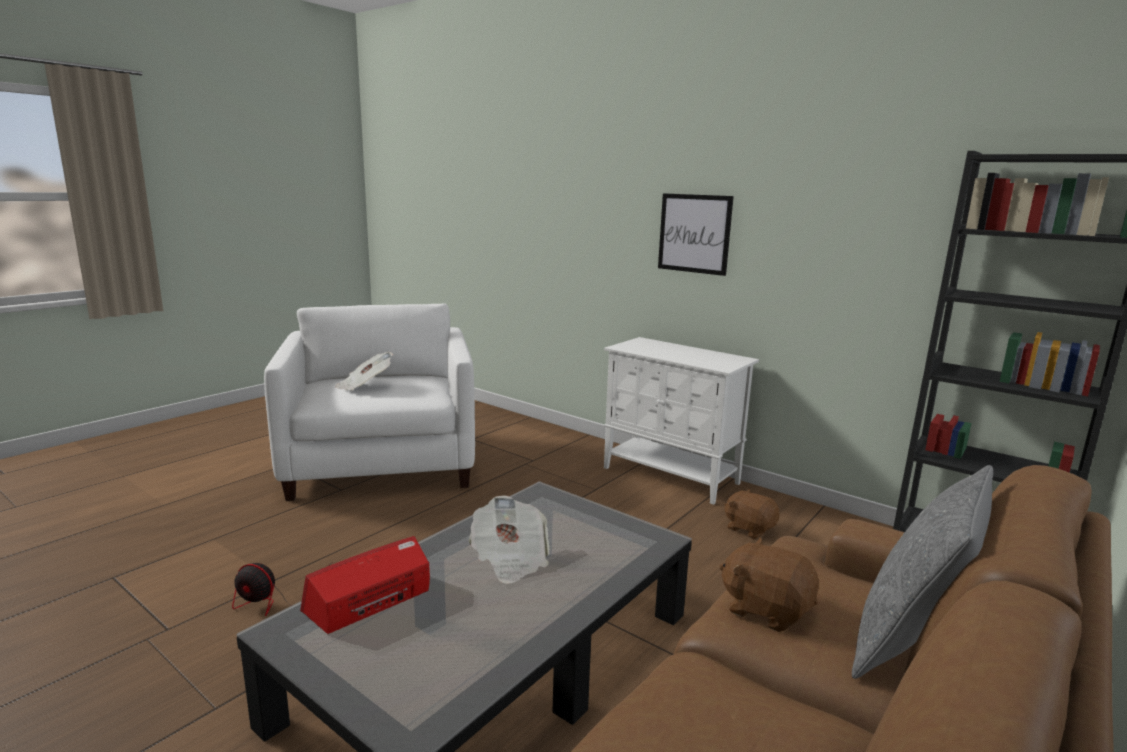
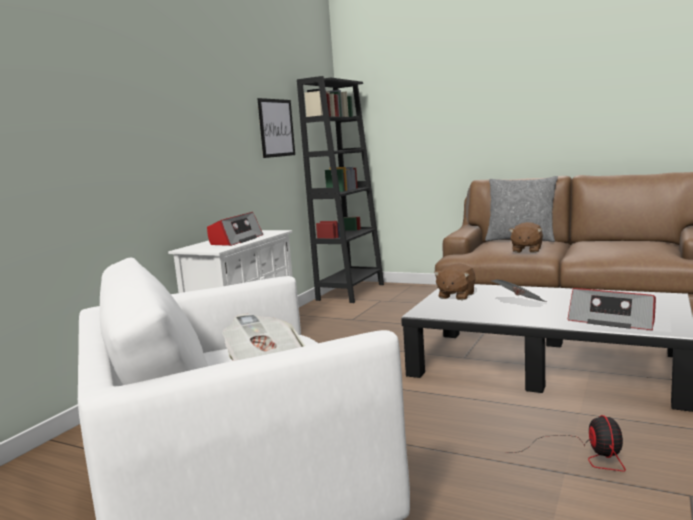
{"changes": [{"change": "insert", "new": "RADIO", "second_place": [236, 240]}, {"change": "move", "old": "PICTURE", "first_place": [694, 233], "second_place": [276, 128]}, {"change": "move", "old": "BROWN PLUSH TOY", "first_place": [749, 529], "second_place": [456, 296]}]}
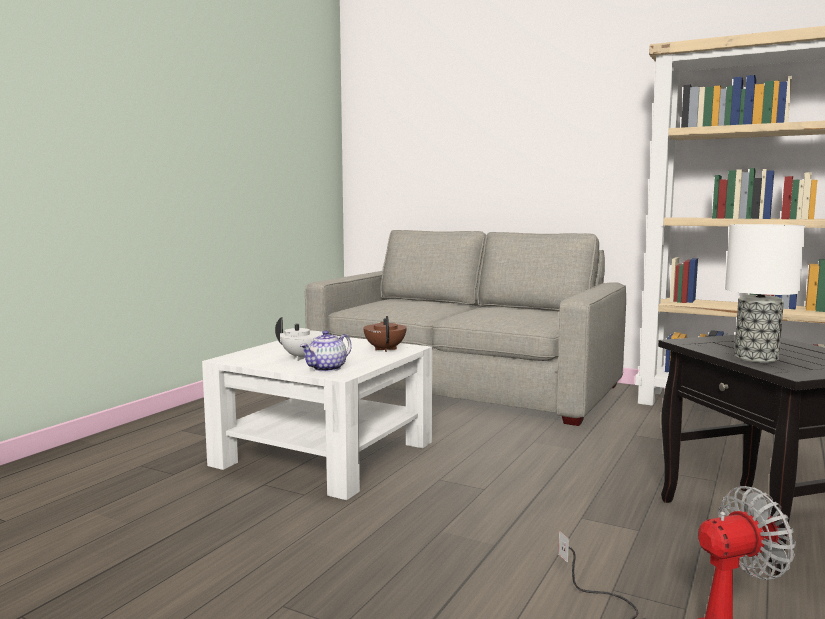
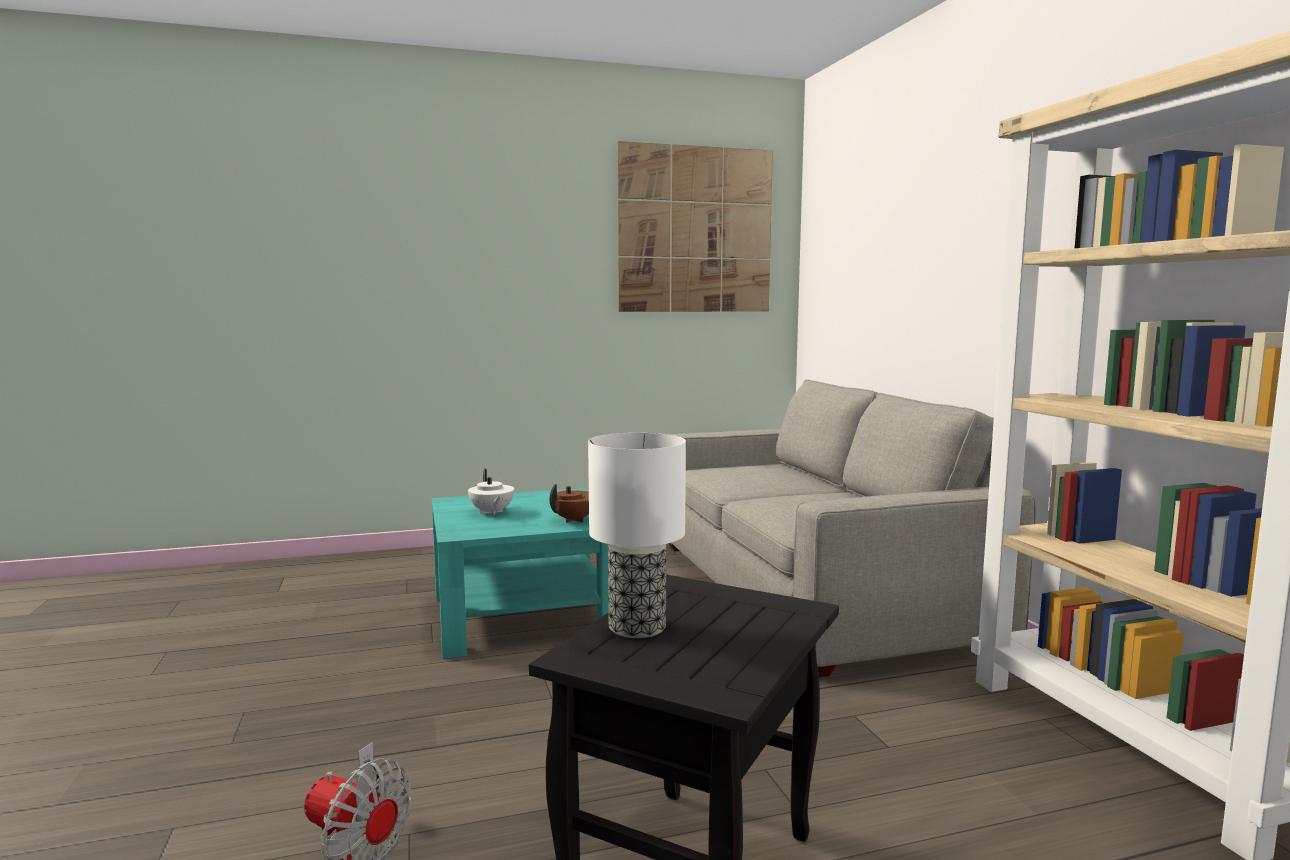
{"changes": [{"change": "recolor", "old": "WHITE COFFEE TABLE", "new": "TURQUOISE COFFEE TABLE", "first_place": [324, 453], "second_place": [523, 614]}, {"change": "insert", "new": "PICTURE", "second_place": [695, 230]}, {"change": "delete", "old": "TEAPOT", "first_place": [327, 368]}]}
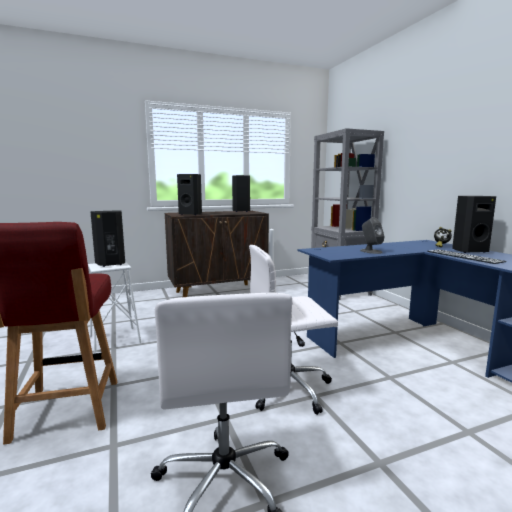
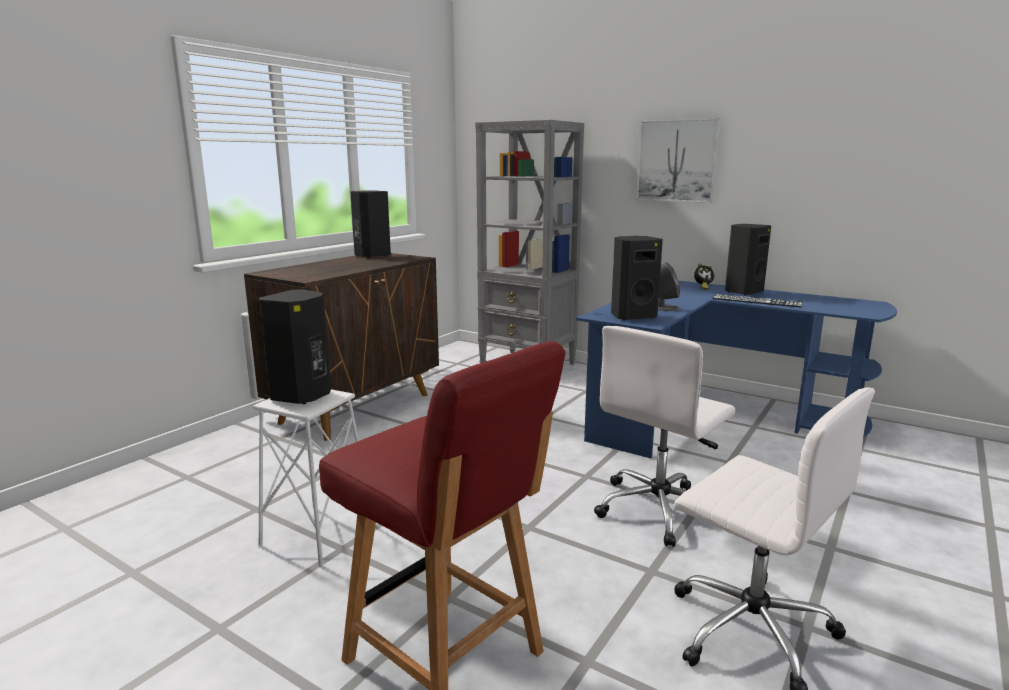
{"changes": [{"change": "move", "old": "BLACK SPEAKER", "first_place": [191, 214], "second_place": [632, 316]}, {"change": "insert", "new": "PICTURE", "second_place": [677, 160]}]}
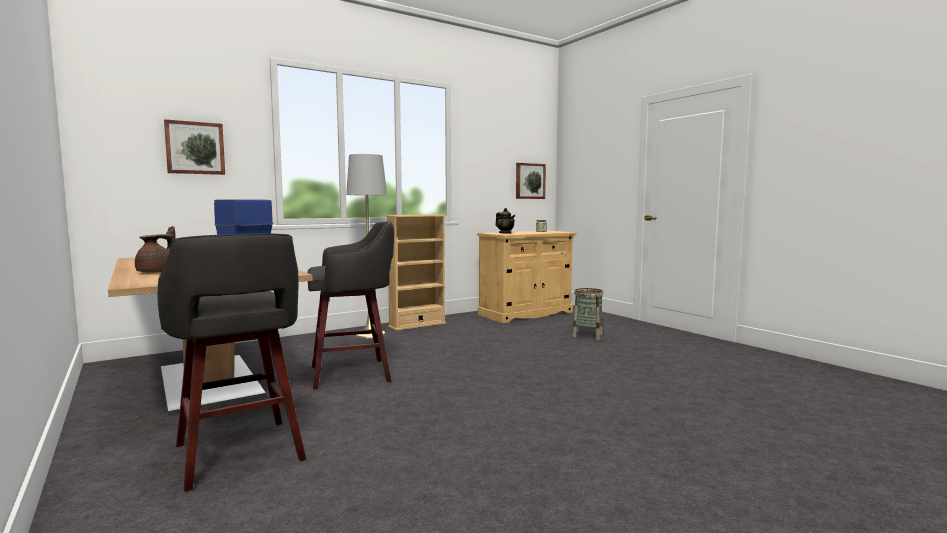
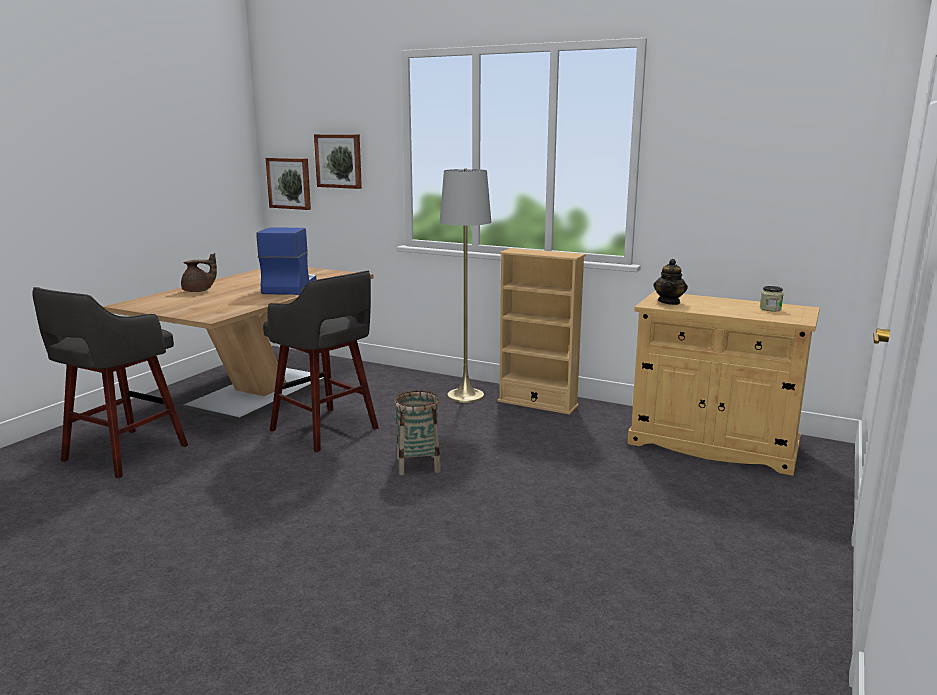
{"changes": [{"change": "move", "old": "PICTURE", "first_place": [530, 181], "second_place": [289, 183]}, {"change": "move", "old": "BASKET", "first_place": [587, 336], "second_place": [418, 465]}]}
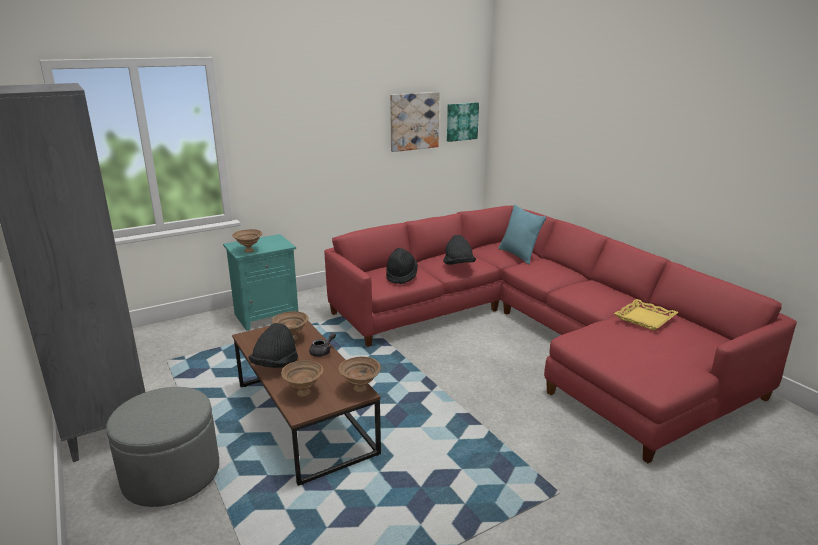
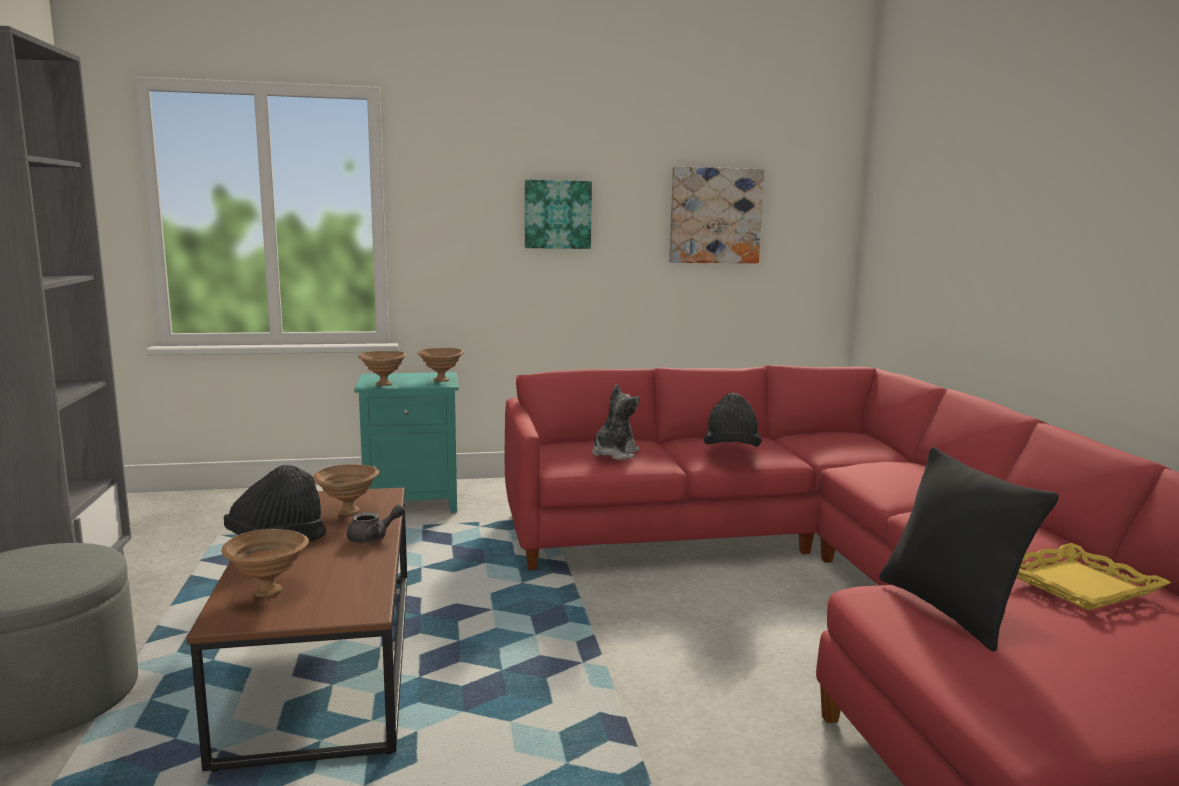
{"changes": [{"change": "move", "old": "BROWN BOWL", "first_place": [361, 389], "second_place": [441, 380]}, {"change": "move", "old": "PICTURE", "first_place": [461, 121], "second_place": [557, 214]}, {"change": "replace", "old": "BLACK HAT", "new": "PLUSH TOY", "first_place": [401, 276], "second_place": [614, 454]}, {"change": "insert", "new": "BLACK PILLOW", "second_place": [949, 610]}, {"change": "delete", "old": "TURQUOISE PILLOW", "first_place": [518, 255]}]}
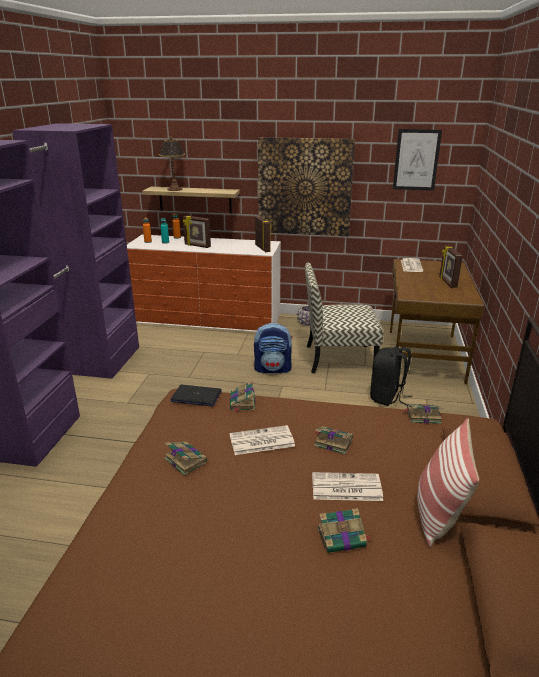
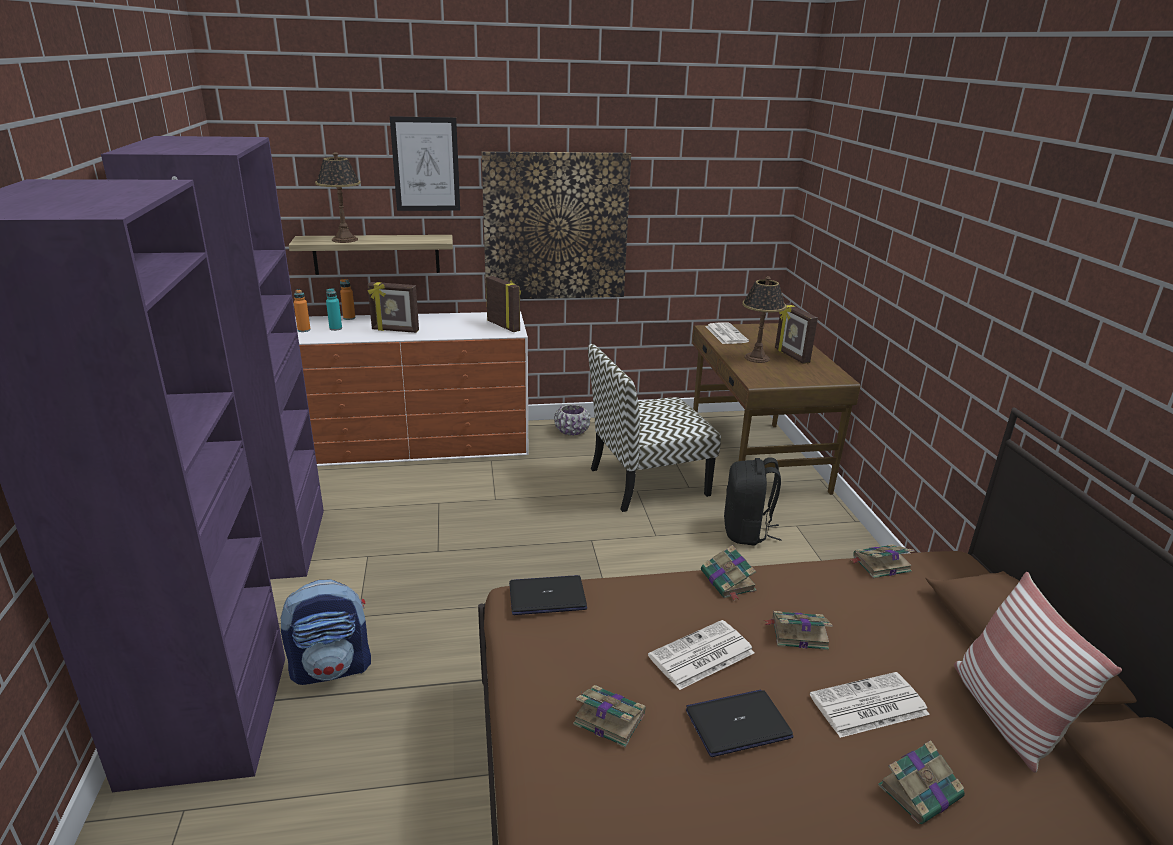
{"changes": [{"change": "move", "old": "BACKPACK", "first_place": [273, 369], "second_place": [332, 668]}, {"change": "move", "old": "PICTURE", "first_place": [416, 160], "second_place": [426, 164]}, {"change": "insert", "new": "LAPTOP", "second_place": [738, 724]}, {"change": "move", "old": "BOOK", "first_place": [242, 402], "second_place": [728, 582]}, {"change": "insert", "new": "TABLE LAMP", "second_place": [756, 358]}]}
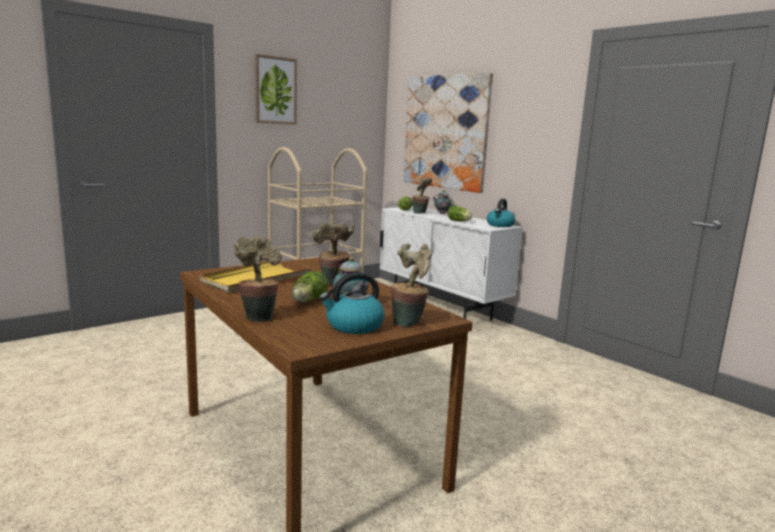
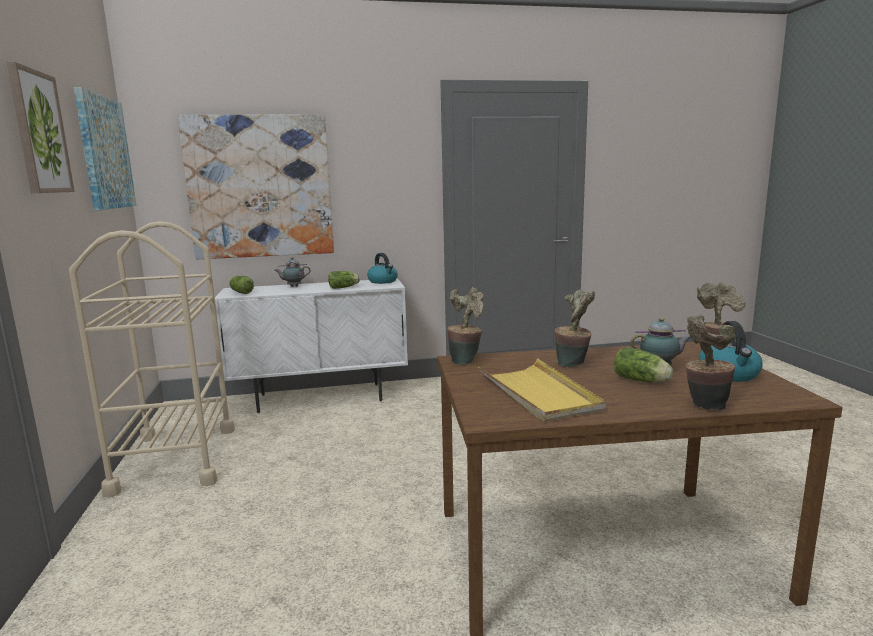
{"changes": [{"change": "insert", "new": "PICTURE", "second_place": [104, 153]}, {"change": "move", "old": "POTTED PLANT", "first_place": [420, 213], "second_place": [466, 360]}]}
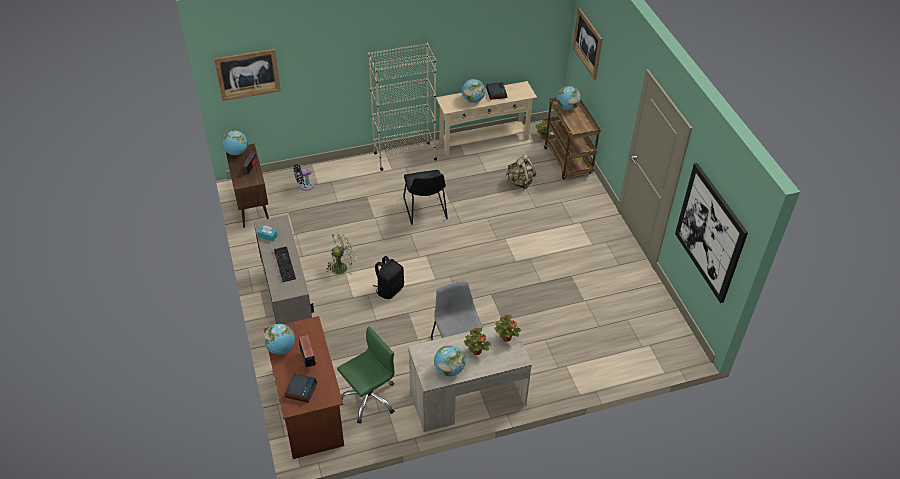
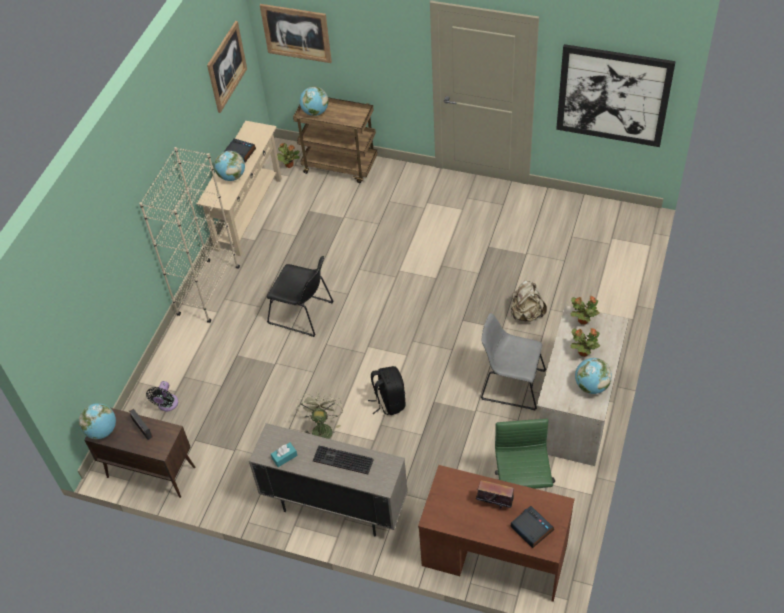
{"changes": [{"change": "move", "old": "PICTURE", "first_place": [248, 74], "second_place": [226, 66]}, {"change": "move", "old": "BEIGE BACKPACK", "first_place": [520, 182], "second_place": [526, 314]}, {"change": "delete", "old": "GLOBE", "first_place": [281, 348]}]}
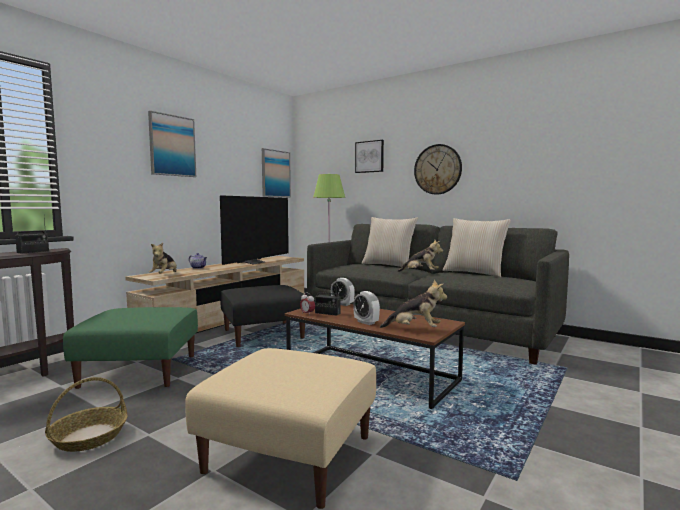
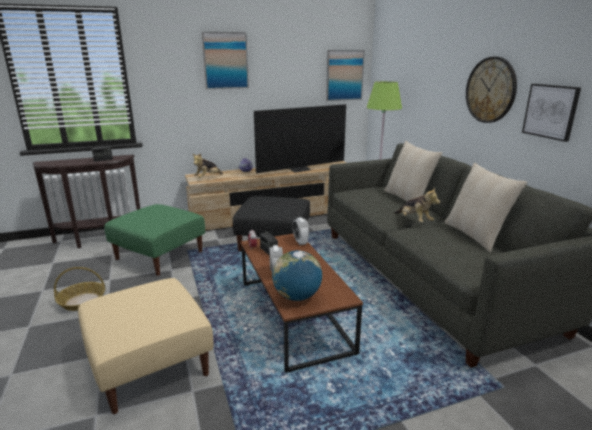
{"changes": [{"change": "replace", "old": "PLUSH TOY", "new": "GLOBE", "first_place": [414, 329], "second_place": [297, 297]}, {"change": "move", "old": "PICTURE", "first_place": [369, 156], "second_place": [551, 111]}]}
